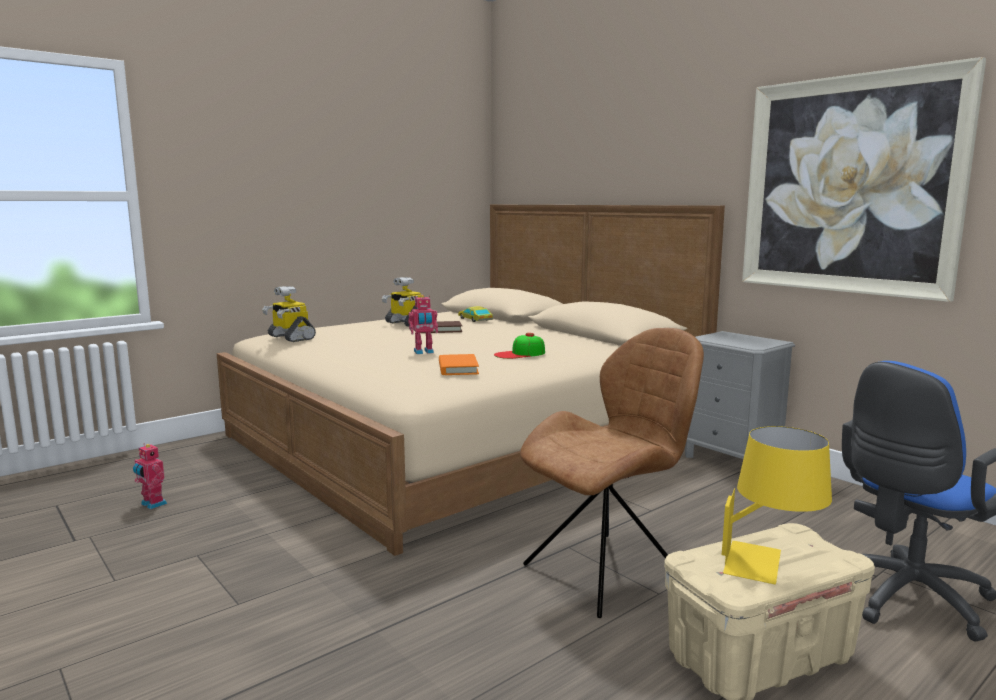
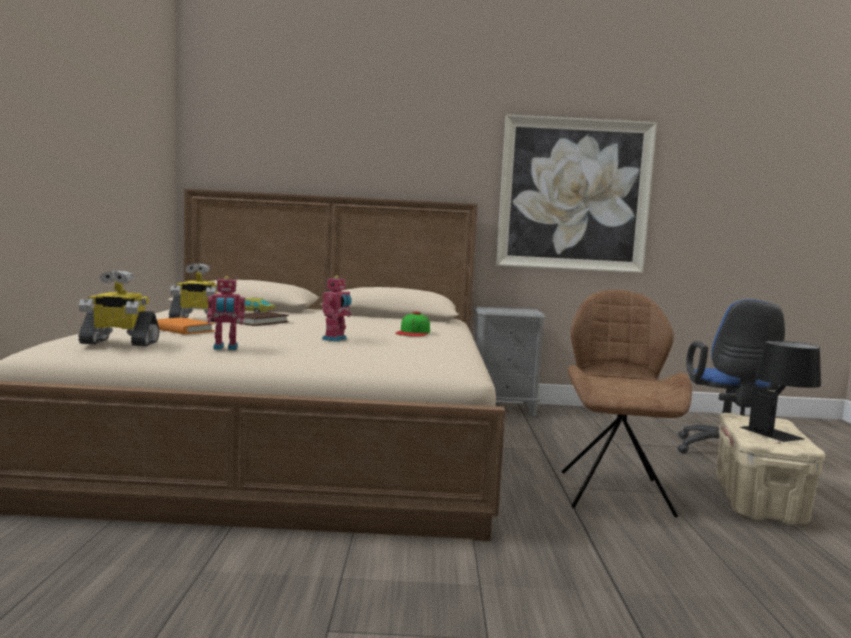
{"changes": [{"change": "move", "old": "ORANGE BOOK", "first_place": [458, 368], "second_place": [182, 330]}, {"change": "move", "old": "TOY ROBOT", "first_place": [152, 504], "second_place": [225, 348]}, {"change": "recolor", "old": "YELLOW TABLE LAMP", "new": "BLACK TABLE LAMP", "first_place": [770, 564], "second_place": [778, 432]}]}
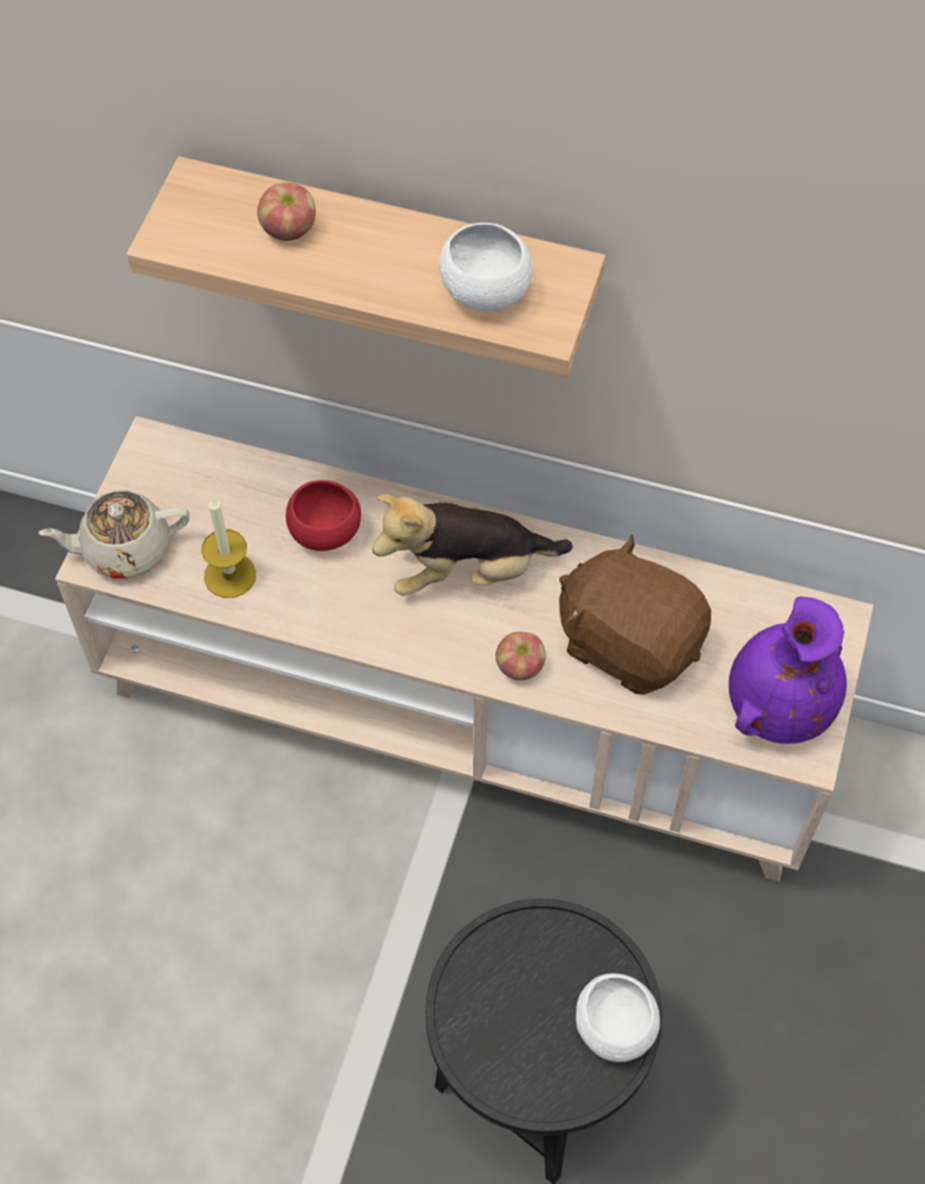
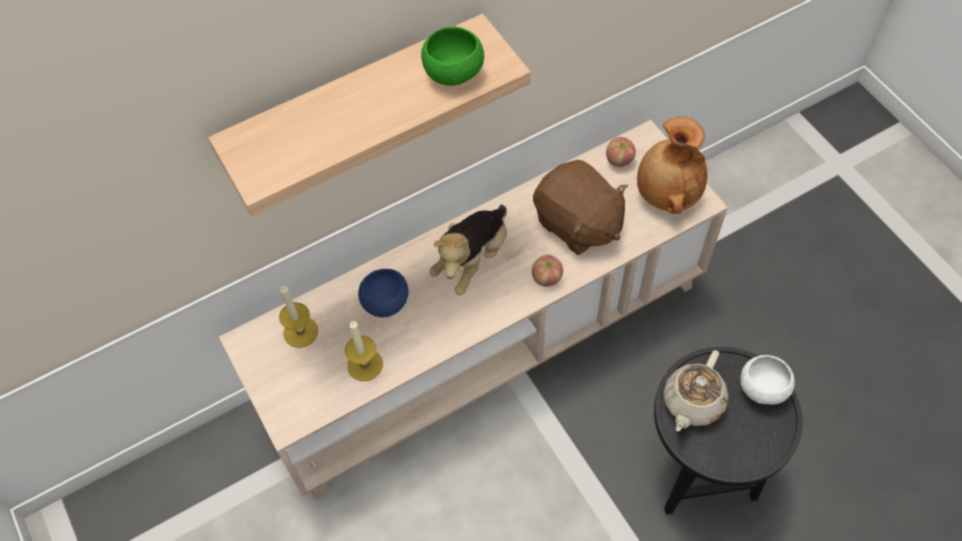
{"changes": [{"change": "insert", "new": "CANDLE", "second_place": [300, 332]}, {"change": "recolor", "old": "RED BOWL", "new": "BLUE BOWL", "first_place": [325, 533], "second_place": [386, 303]}, {"change": "recolor", "old": "WHITE BOWL", "new": "GREEN BOWL", "first_place": [485, 293], "second_place": [453, 73]}, {"change": "rotate", "old": "BROWN PLUSH TOY", "first_place": [629, 642], "second_place": [577, 224], "degrees": -120}, {"change": "move", "old": "APPLE", "first_place": [289, 230], "second_place": [619, 160]}, {"change": "recolor", "old": "PURPLE VASE", "new": "BROWN VASE", "first_place": [777, 706], "second_place": [666, 194]}, {"change": "move", "old": "BEIGE TEAPOT", "first_place": [124, 549], "second_place": [692, 402]}]}
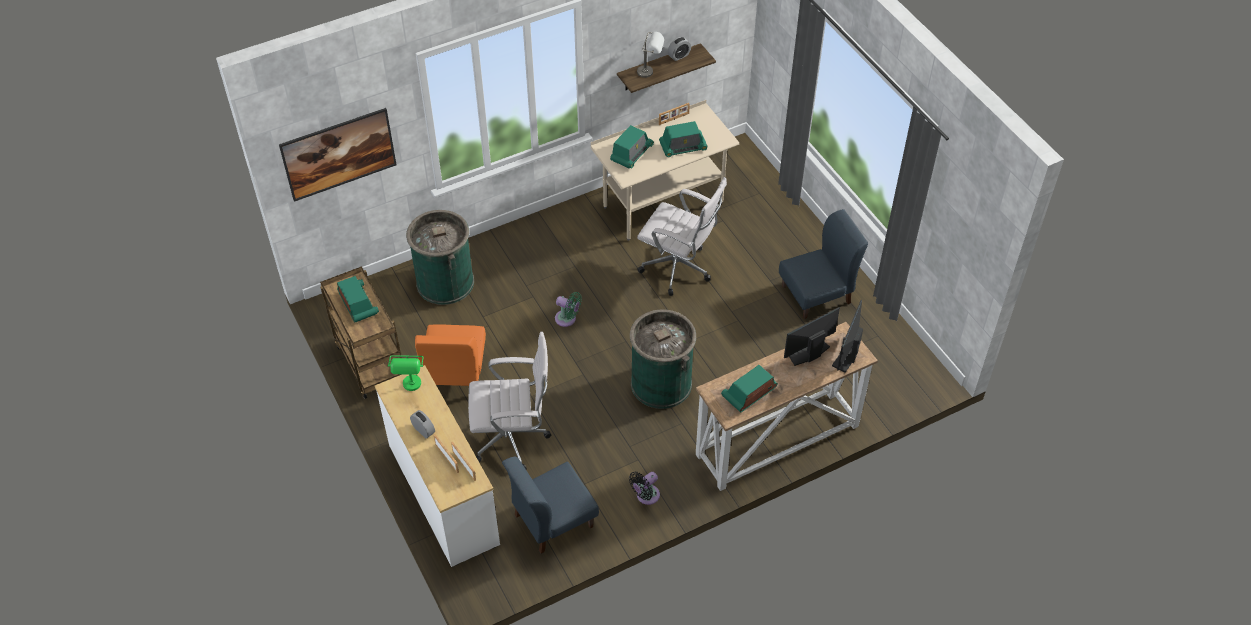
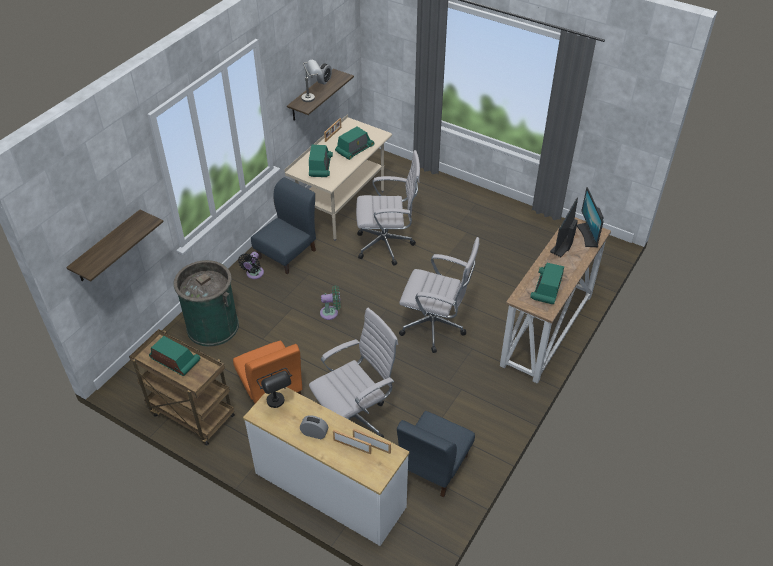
{"changes": [{"change": "replace", "old": "PICTURE", "new": "SHELF", "first_place": [342, 168], "second_place": [107, 247]}, {"change": "move", "old": "BLACK FAN", "first_place": [646, 496], "second_place": [254, 274]}, {"change": "move", "old": "BLUE CHAIR", "first_place": [817, 294], "second_place": [287, 254]}, {"change": "recolor", "old": "GREEN TABLE LAMP", "new": "BLACK TABLE LAMP", "first_place": [412, 389], "second_place": [278, 405]}, {"change": "replace", "old": "GREEN TRASH CAN", "new": "WHITE OFFICE CHAIR", "first_place": [661, 383], "second_place": [435, 328]}]}
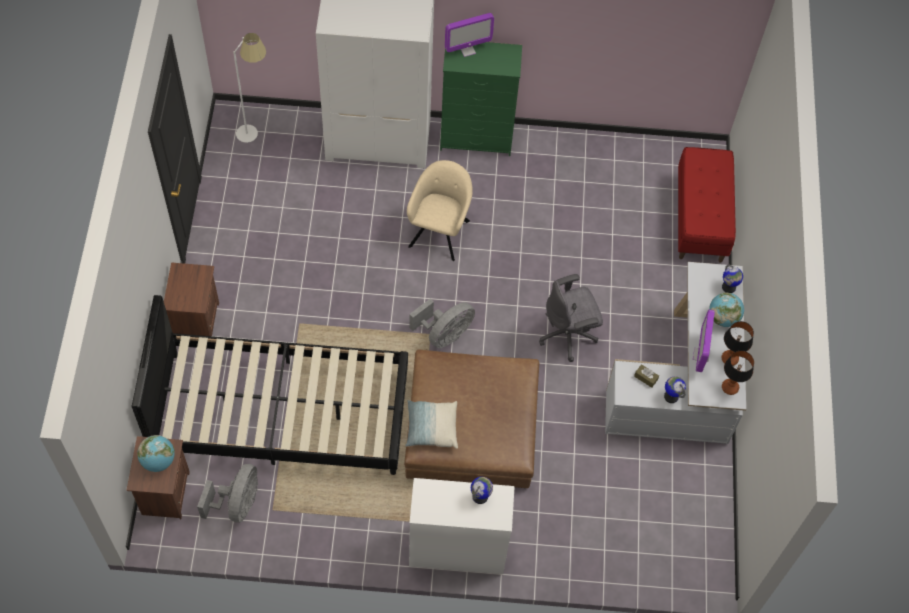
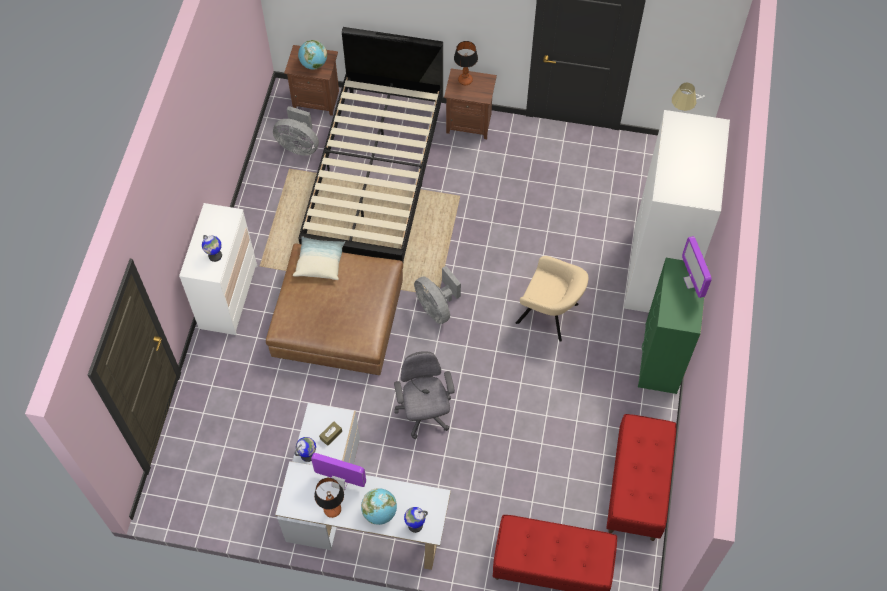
{"changes": [{"change": "move", "old": "TABLE LAMP", "first_place": [730, 387], "second_place": [465, 80]}, {"change": "insert", "new": "RED BENCH", "second_place": [637, 487]}]}
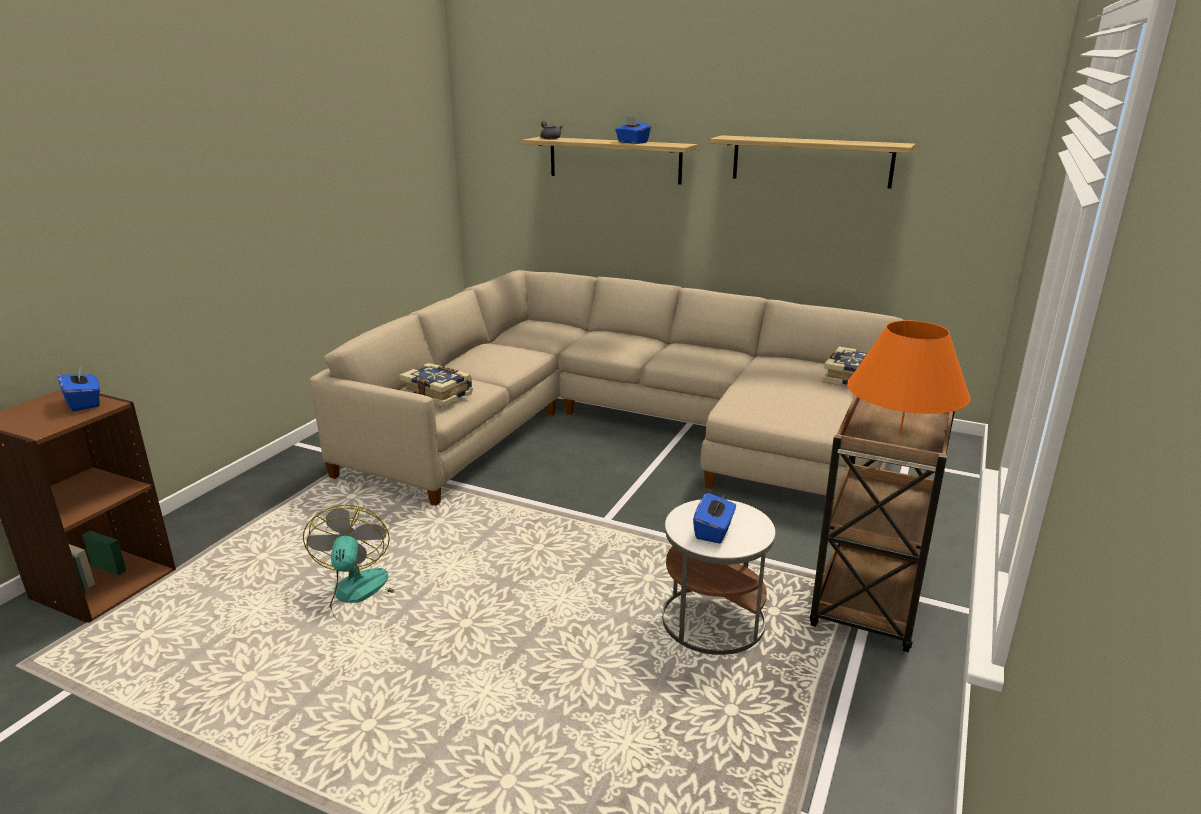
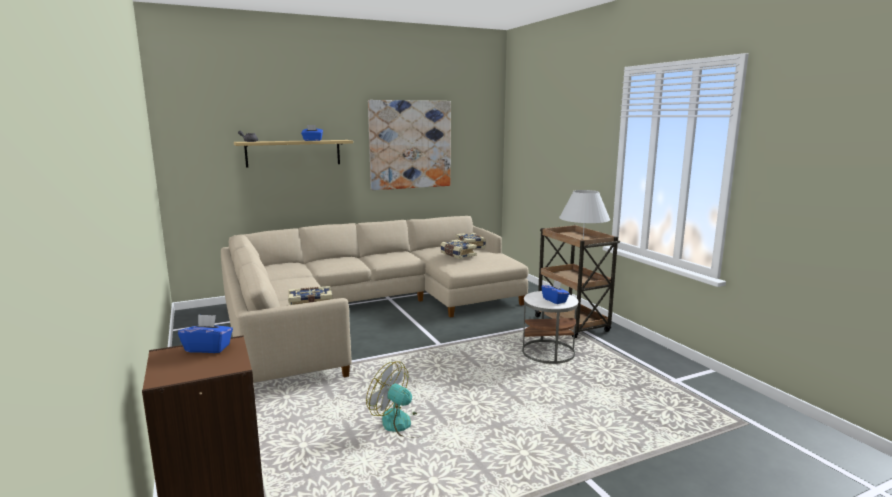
{"changes": [{"change": "replace", "old": "SHELF", "new": "PICTURE", "first_place": [811, 161], "second_place": [410, 144]}, {"change": "insert", "new": "BOOK", "second_place": [457, 255]}, {"change": "recolor", "old": "ORANGE TABLE LAMP", "new": "WHITE TABLE LAMP", "first_place": [900, 434], "second_place": [583, 238]}]}
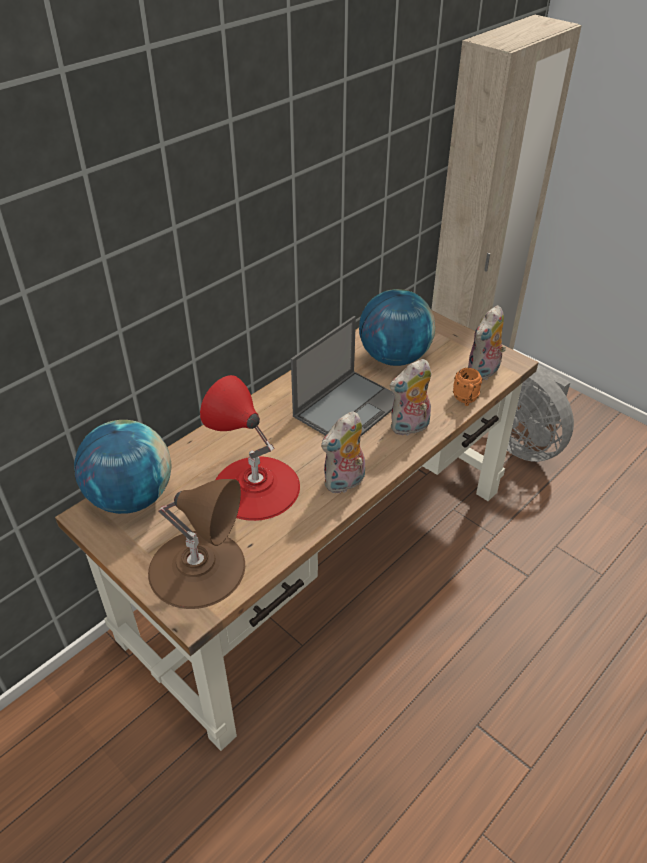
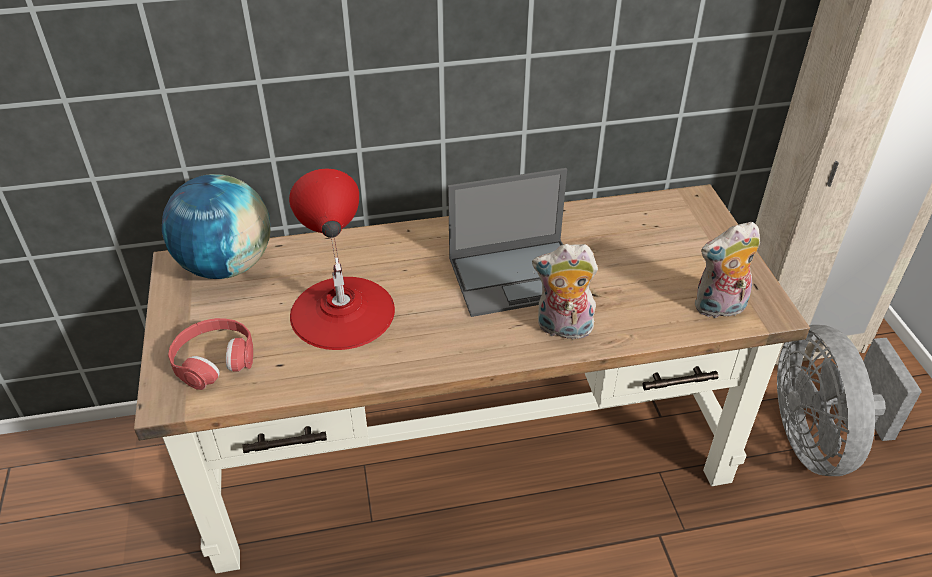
{"changes": [{"change": "replace", "old": "BROWN TABLE LAMP", "new": "RED HEADPHONES", "first_place": [197, 567], "second_place": [214, 360]}, {"change": "delete", "old": "PLUSH TOY", "first_place": [345, 483]}, {"change": "delete", "old": "GLOBE", "first_place": [394, 358]}, {"change": "delete", "old": "ORANGE MUG", "first_place": [465, 400]}]}
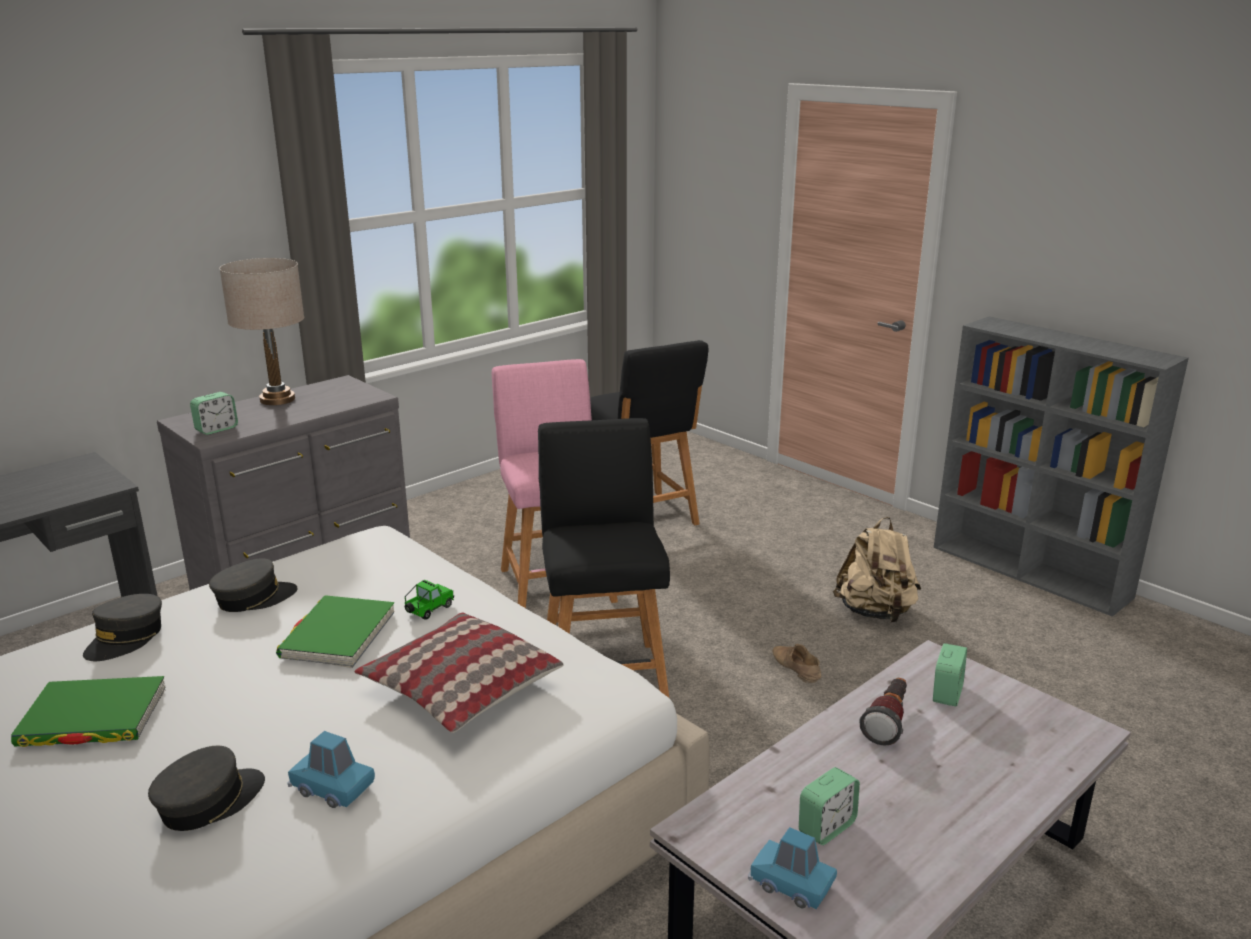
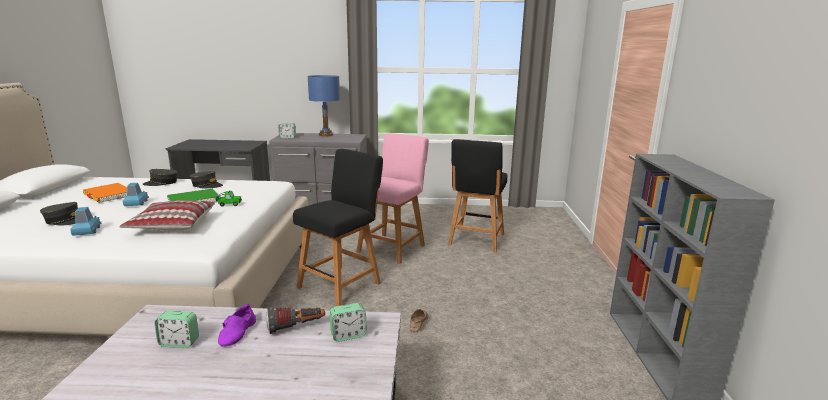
{"changes": [{"change": "recolor", "old": "GREEN BOOK", "new": "ORANGE BOOK", "first_place": [93, 718], "second_place": [109, 195]}, {"change": "move", "old": "BLUE TOY CAR", "first_place": [791, 884], "second_place": [136, 203]}, {"change": "insert", "new": "PURPLE SHOE", "second_place": [238, 332]}, {"change": "recolor", "old": "BEIGE TABLE LAMP", "new": "BLUE TABLE LAMP", "first_place": [277, 399], "second_place": [326, 135]}, {"change": "delete", "old": "BEIGE BACKPACK", "first_place": [875, 612]}]}
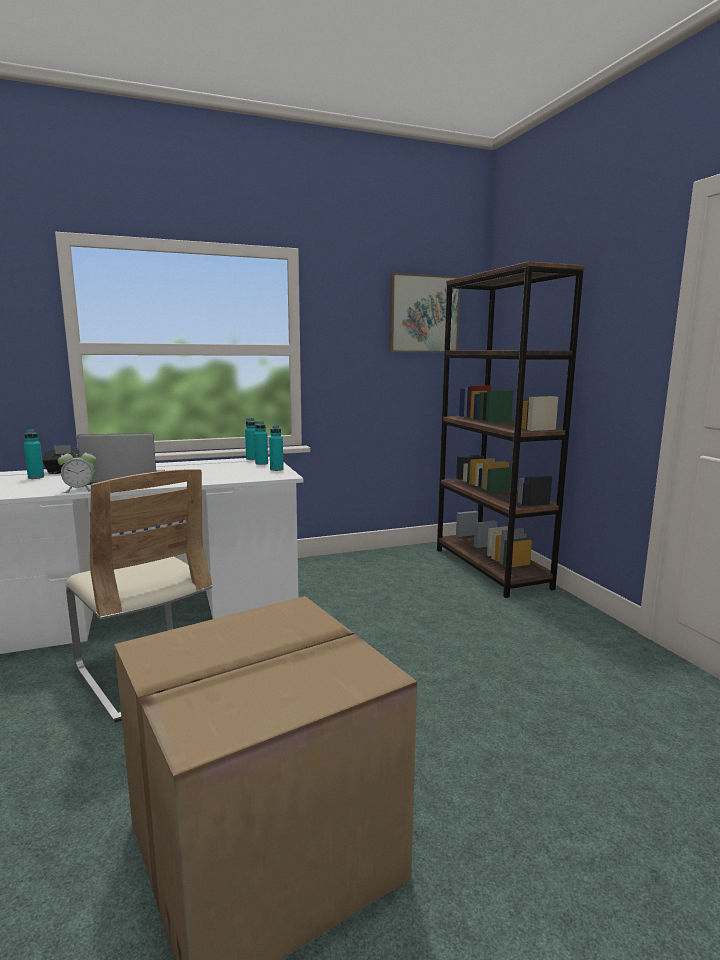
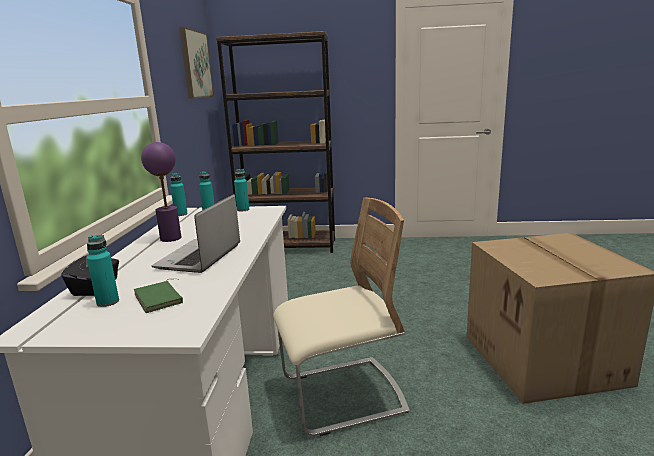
{"changes": [{"change": "insert", "new": "GREEN BOOK", "second_place": [160, 299]}, {"change": "insert", "new": "PURPLE TABLE LAMP", "second_place": [170, 238]}, {"change": "delete", "old": "ALARM CLOCK", "first_place": [80, 490]}]}
